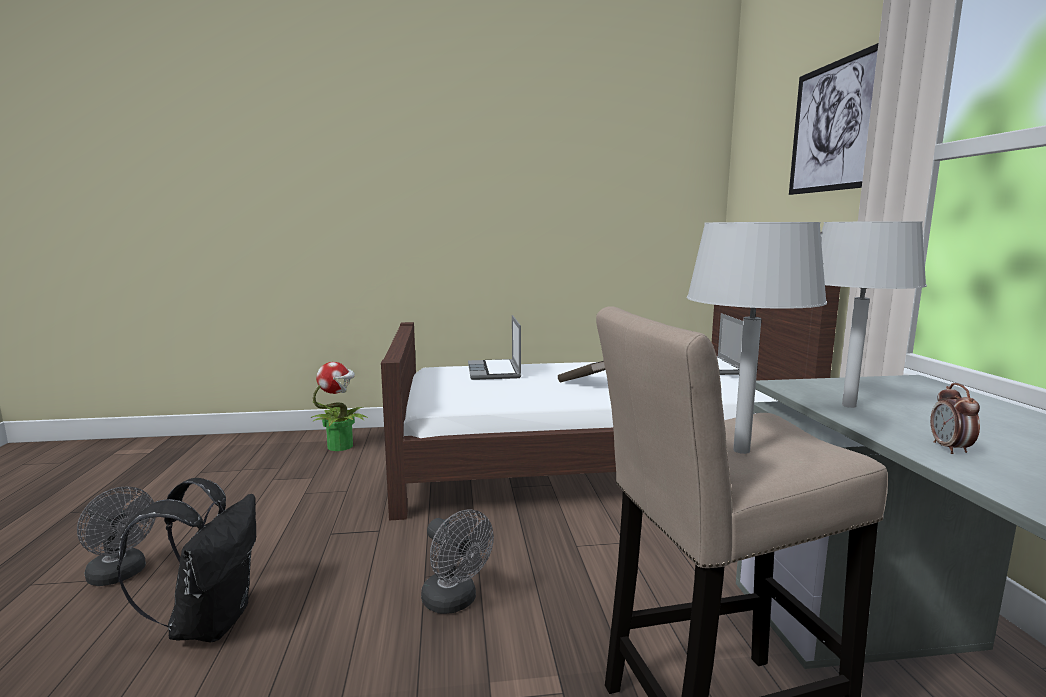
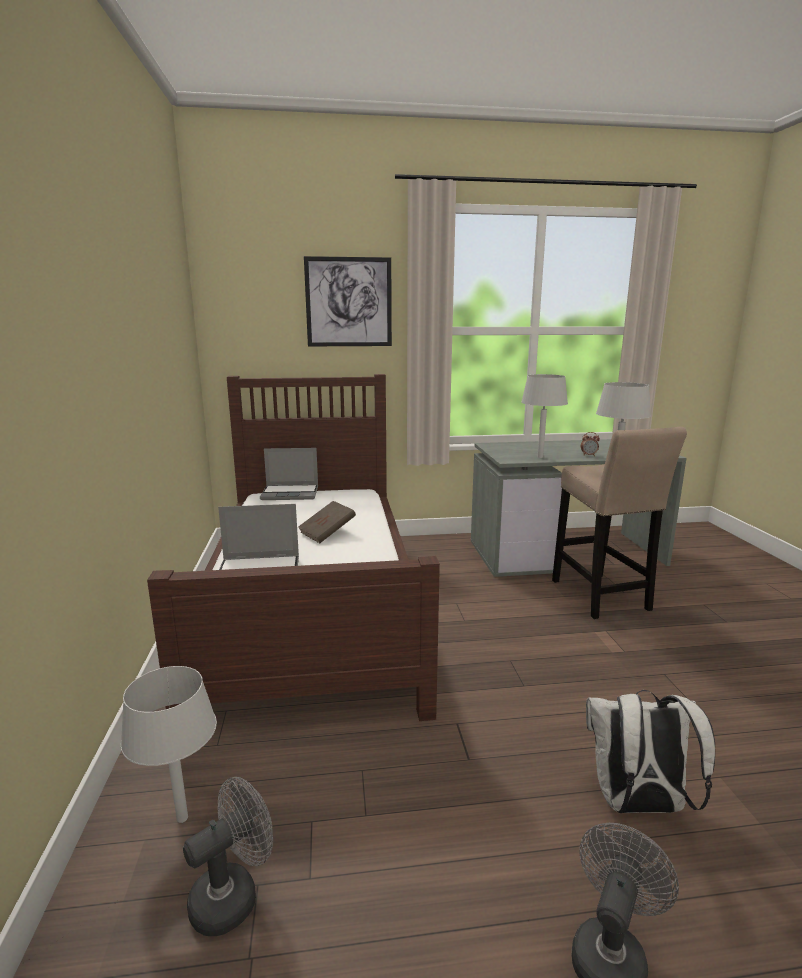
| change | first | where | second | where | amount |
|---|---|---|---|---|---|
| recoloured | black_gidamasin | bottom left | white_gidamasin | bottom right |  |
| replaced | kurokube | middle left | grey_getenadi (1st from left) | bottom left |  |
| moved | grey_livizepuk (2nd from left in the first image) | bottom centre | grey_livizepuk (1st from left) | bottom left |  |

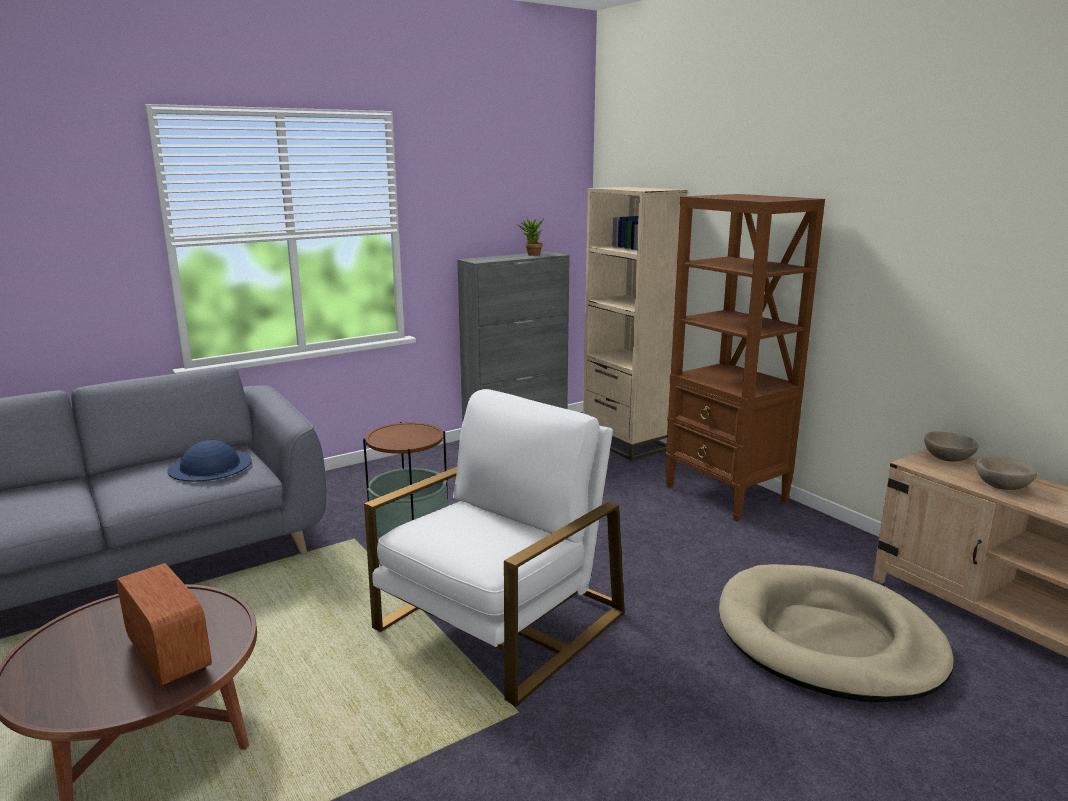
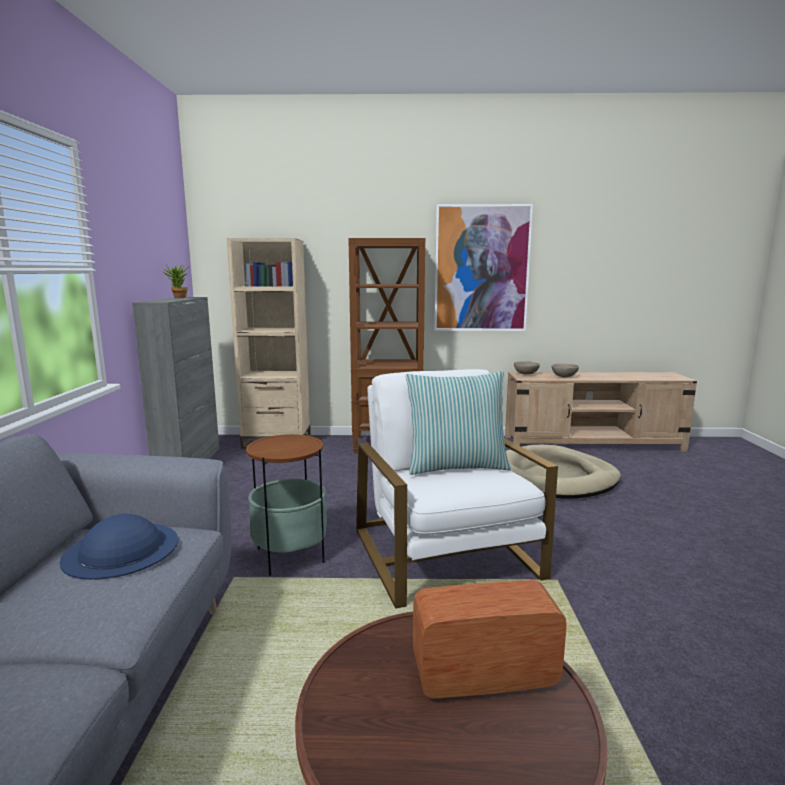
| change | first | where | second | where | amount |
|---|---|---|---|---|---|
| added |  |  | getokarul | centre |  |
| added |  |  | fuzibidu | centre |  |

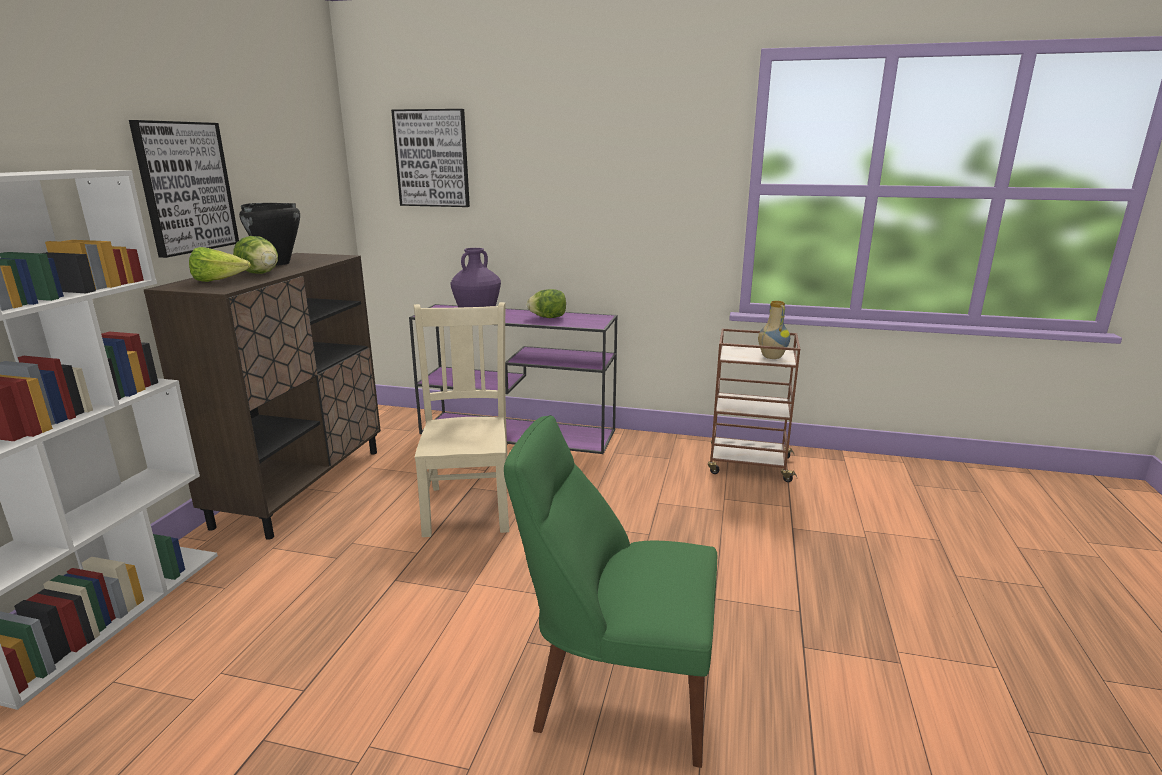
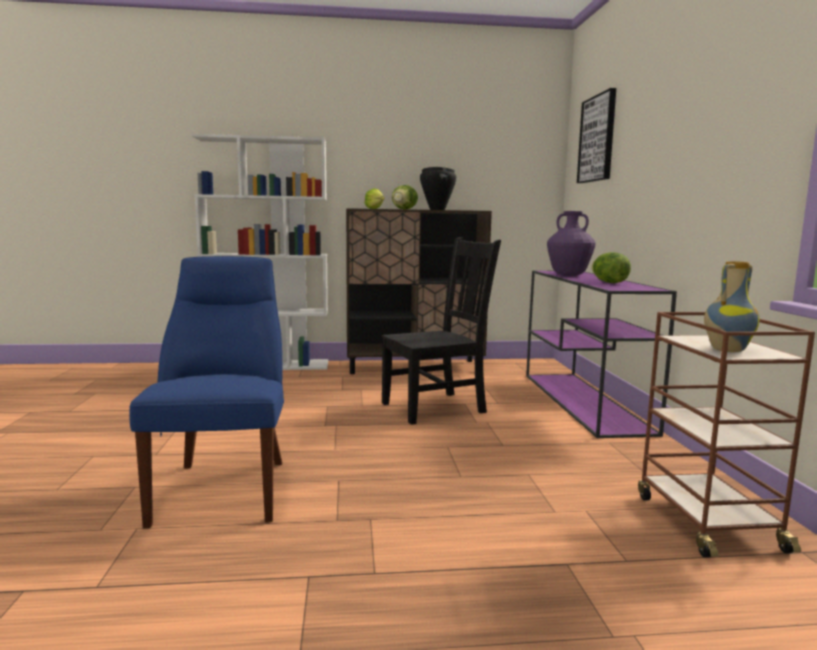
| change | first | where | second | where | amount |
|---|---|---|---|---|---|
| removed | fuzibidu (1st from left) | top left |  |  |  |
| recoloured | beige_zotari | centre | black_zotari | centre |  |
| recoloured | green_zotari | bottom centre | blue_zotari | middle left |  |

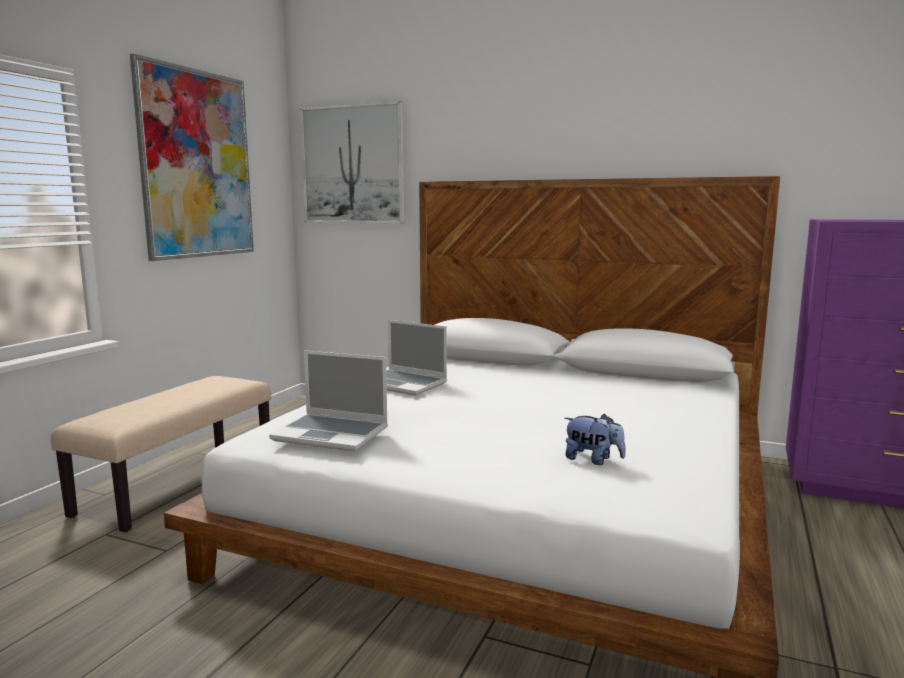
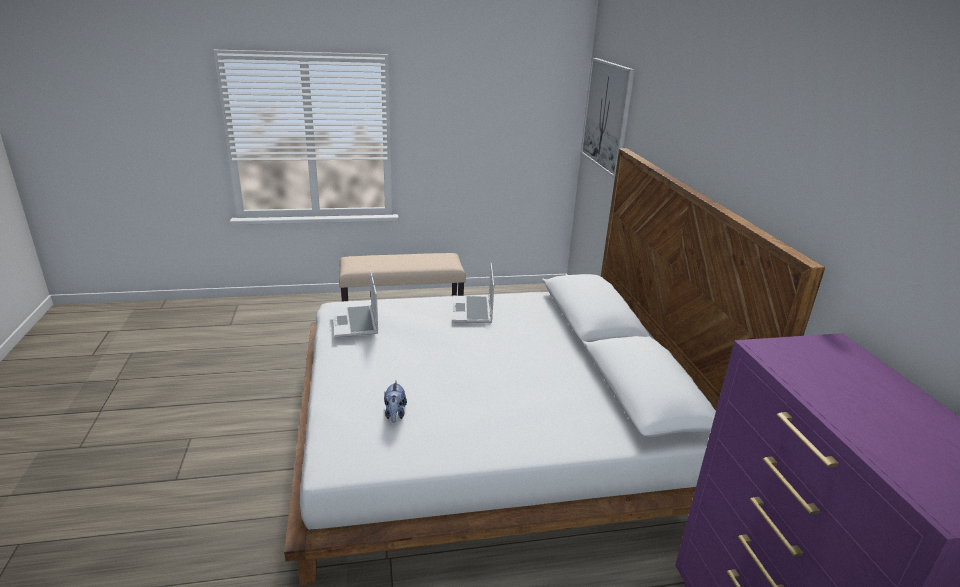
| change | first | where | second | where | amount |
|---|---|---|---|---|---|
| removed | fuzibidu (1st from left) | top left |  |  |  |

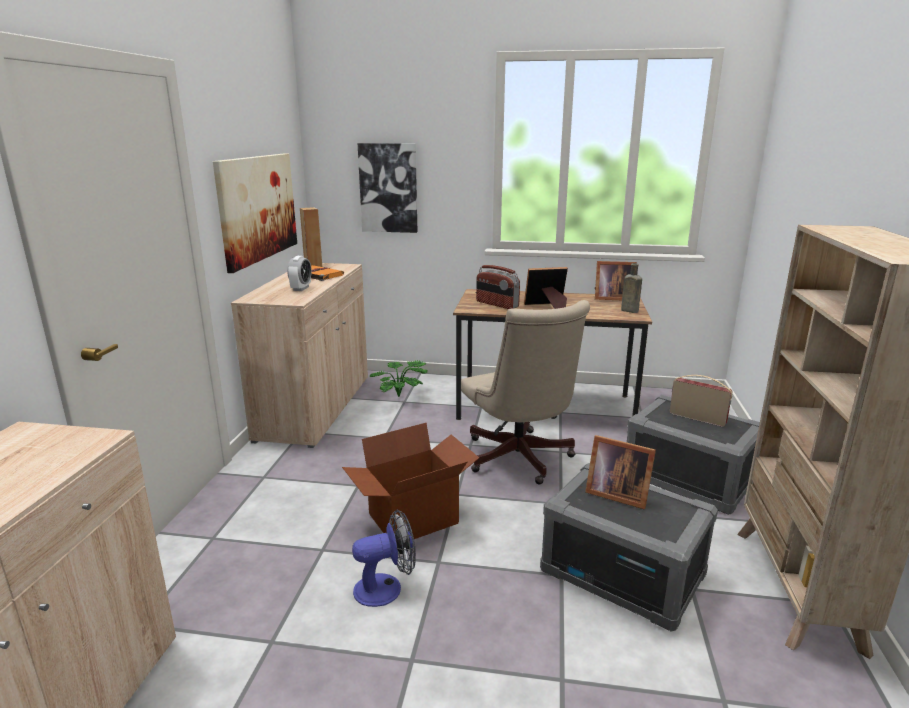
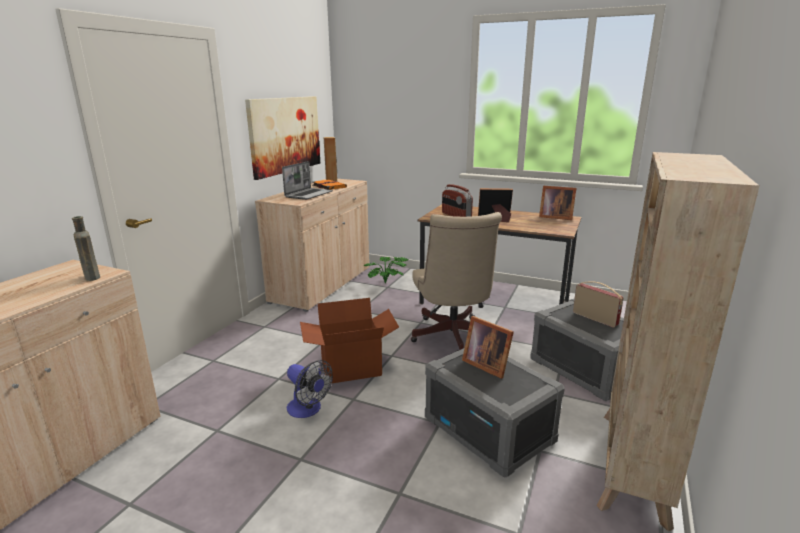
| change | first | where | second | where | amount |
|---|---|---|---|---|---|
| replaced | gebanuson | middle left | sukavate | centre |  |
| turned | livizepuk | bottom centre |  | bottom centre | 45 degrees clockwise |
| removed | fuzibidu (2nd from left) | top centre |  |  |  |
| moved | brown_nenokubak | middle right |  | middle left |  |

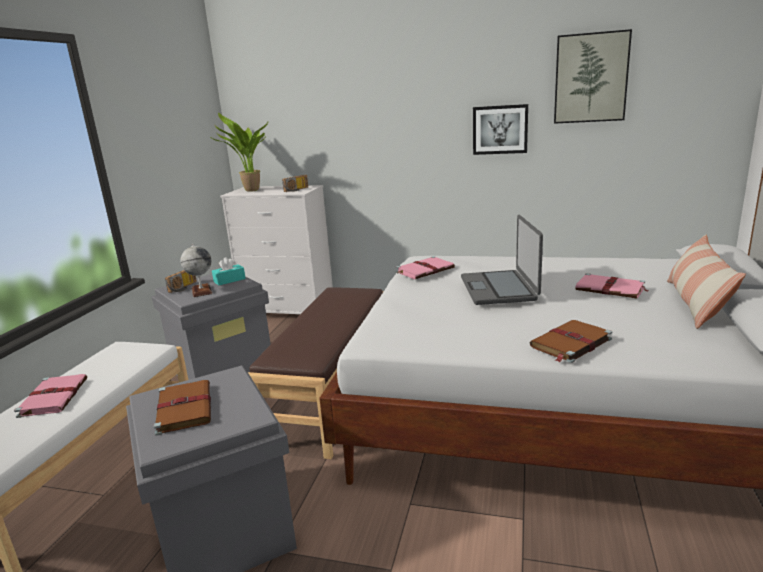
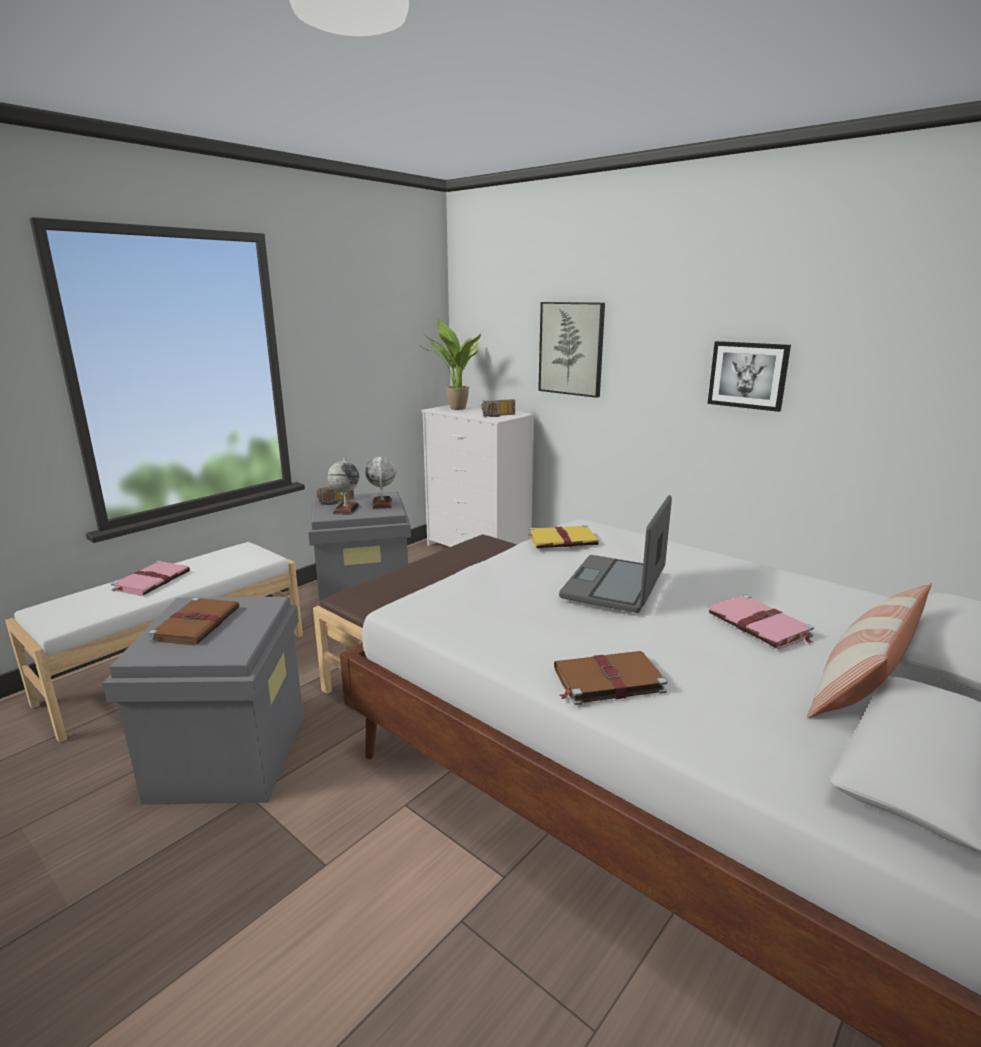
| change | first | where | second | where | amount |
|---|---|---|---|---|---|
| replaced | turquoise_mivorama | middle left | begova (2nd from left) | centre |  |
| recoloured | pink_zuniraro (2nd from left) | centre | yellow_zuniraro | centre |  |
| moved | fuzibidu (2nd from left in the first image) | top right | fuzibidu (1st from left) | centre |  |

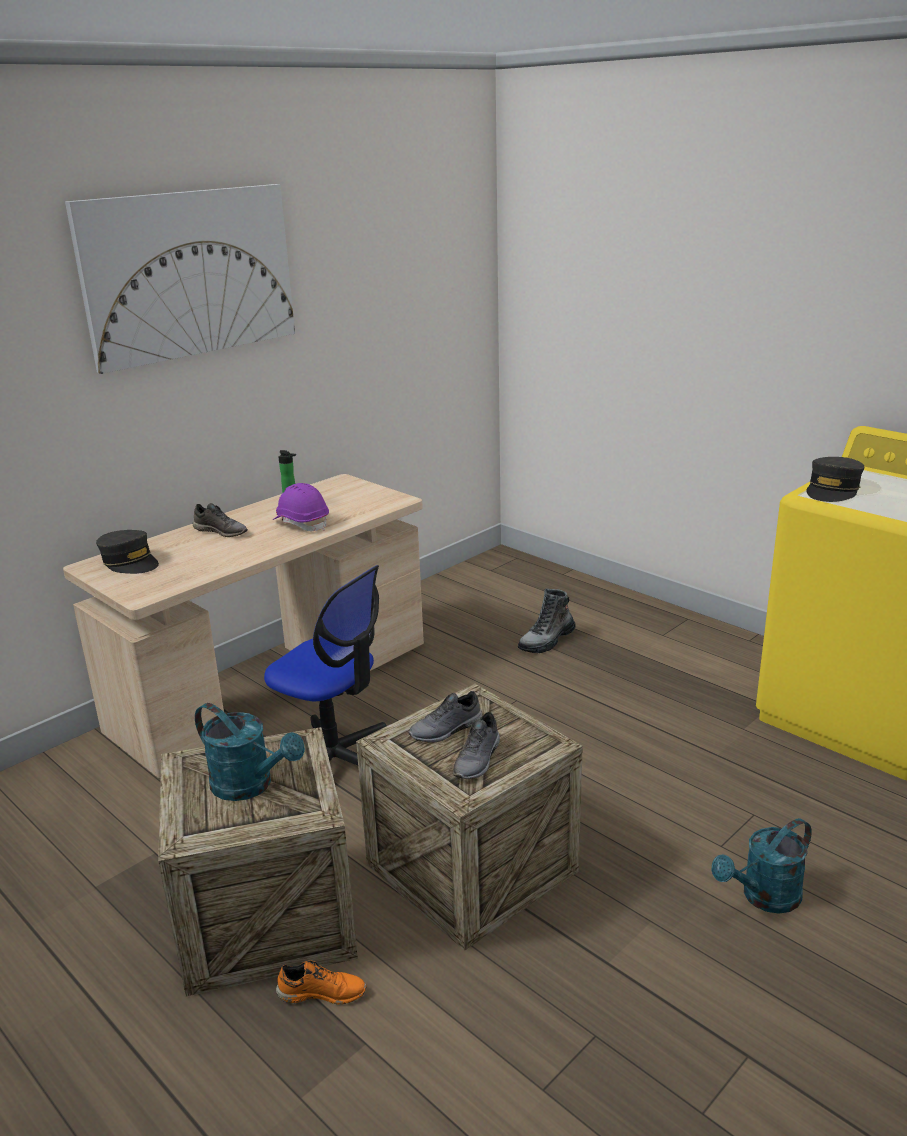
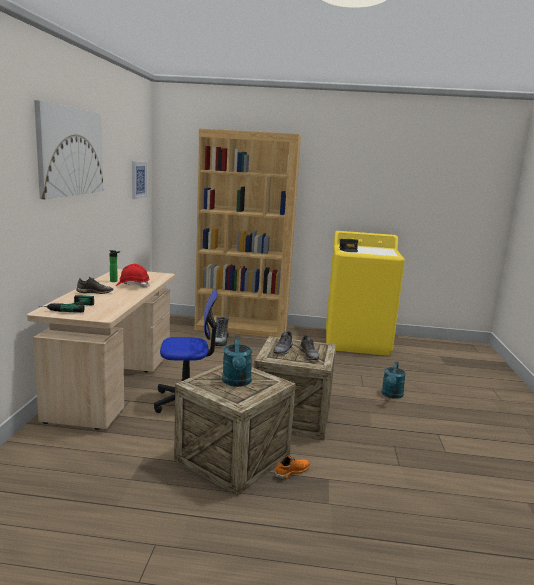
| change | first | where | second | where | amount |
|---|---|---|---|---|---|
| replaced | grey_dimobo (1st from left) | middle left | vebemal | middle left |  |
| turned | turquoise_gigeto (1st from left) | middle left |  | centre | 90 degrees clockwise |
| recoloured | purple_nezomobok | middle left | red_nezomobok | middle left |  |
| added |  |  | fuzibidu (2nd from left) | top left |  |
| added |  |  | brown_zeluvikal | centre |  |

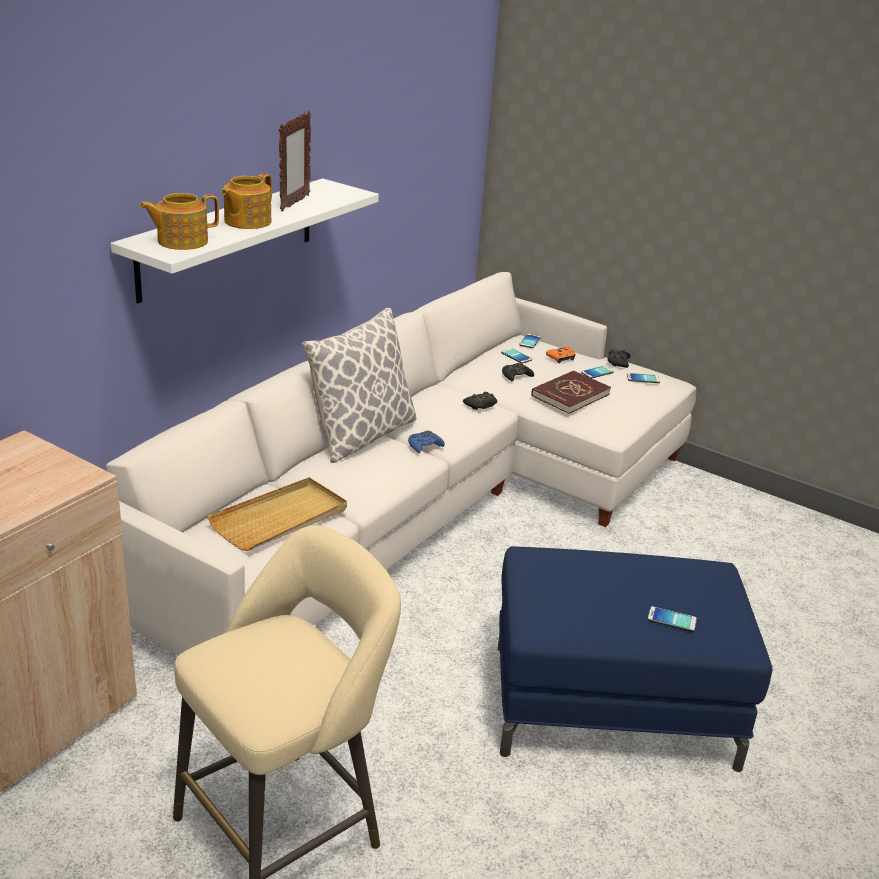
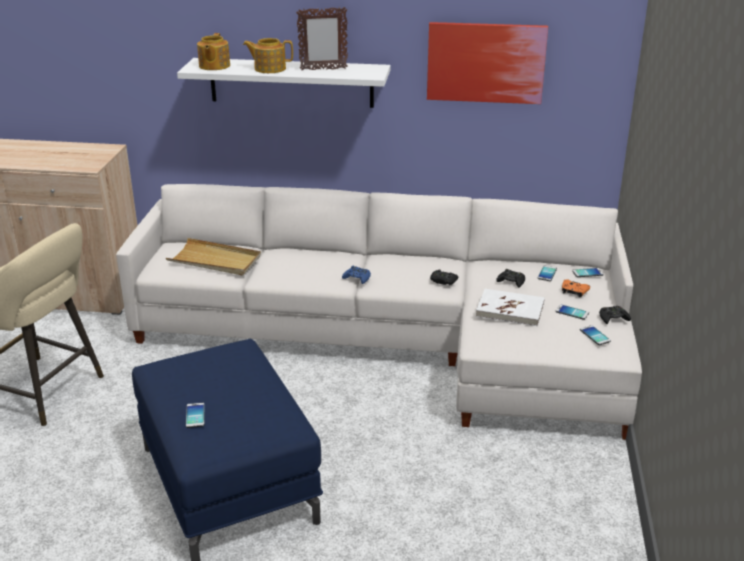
| change | first | where | second | where | amount |
|---|---|---|---|---|---|
| turned | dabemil (1st from left) | top left |  | top left | 120 degrees counterclockwise |
| removed | getokarul | centre |  |  |  |
| recoloured | red_zuniraro | centre | white_zuniraro | middle right |  |
| added |  |  | fuzibidu | top centre |  |

